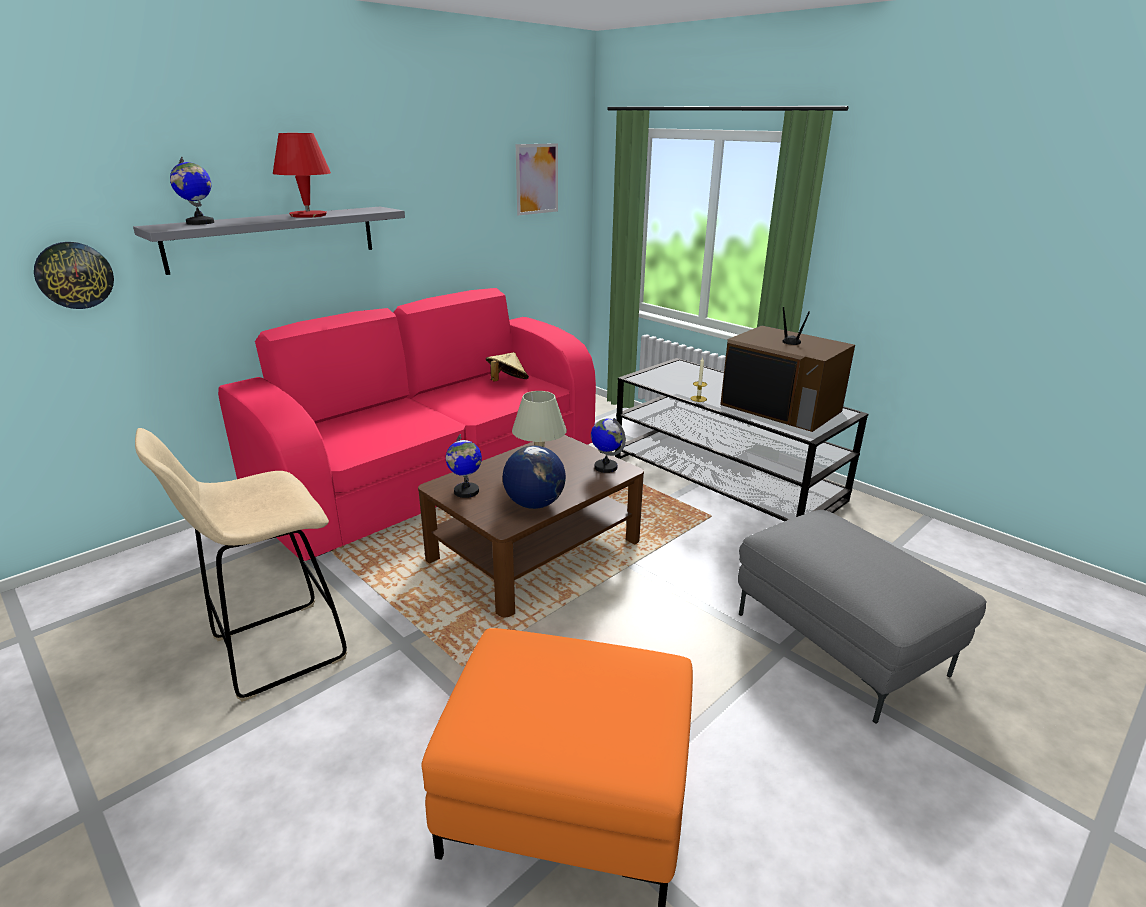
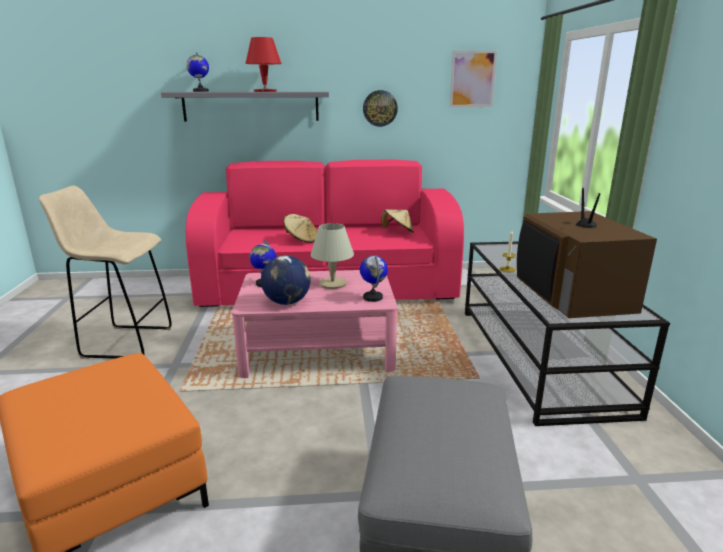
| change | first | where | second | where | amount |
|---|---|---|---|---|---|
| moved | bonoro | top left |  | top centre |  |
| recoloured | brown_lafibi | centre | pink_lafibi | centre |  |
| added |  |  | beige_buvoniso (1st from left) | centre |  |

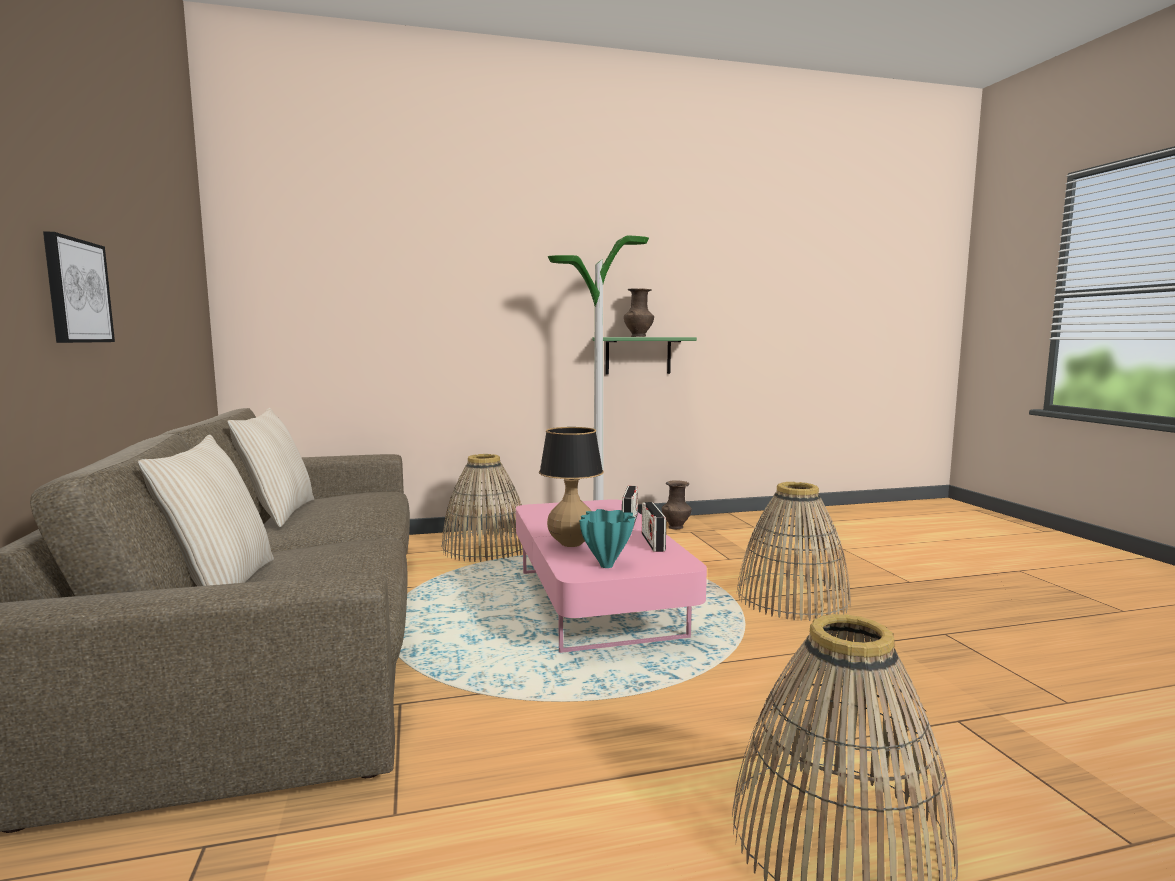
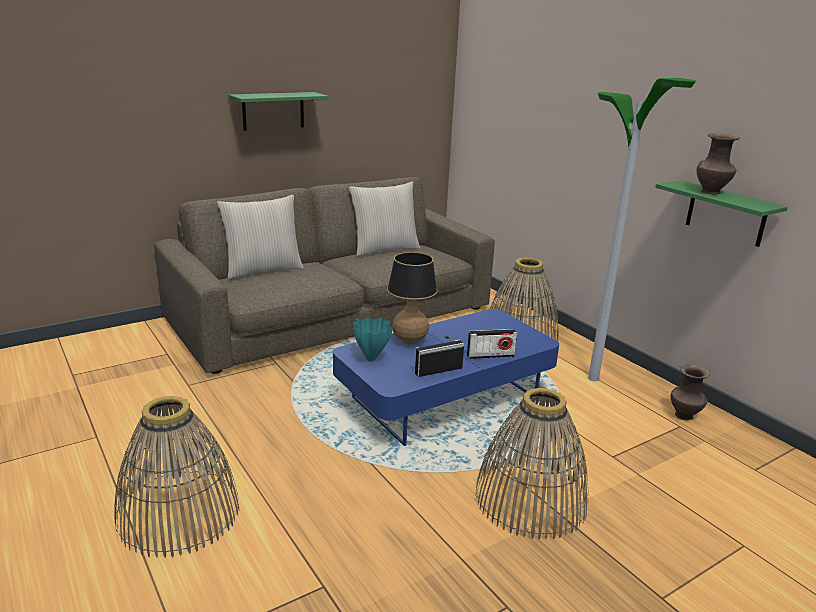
| change | first | where | second | where | amount |
|---|---|---|---|---|---|
| replaced | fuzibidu | top left | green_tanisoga (1st from left) | top centre |  |
| recoloured | pink_lafibi | centre | blue_lafibi | centre |  |

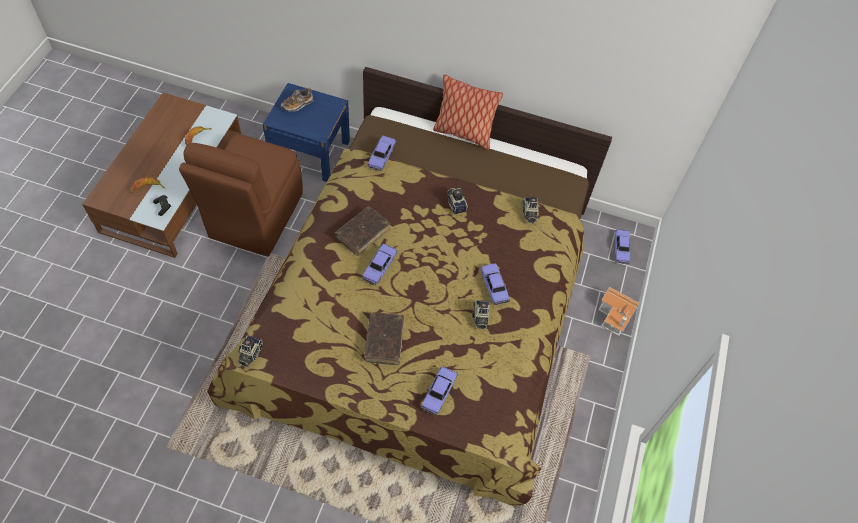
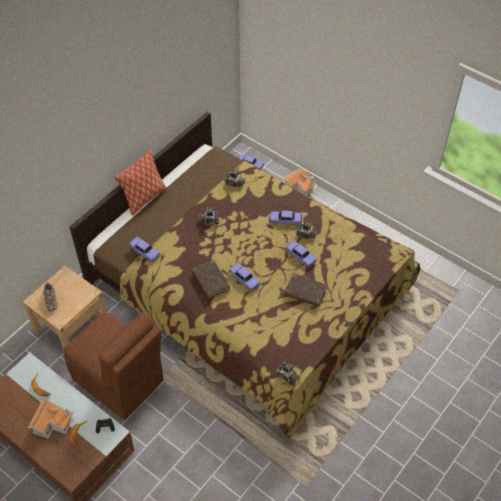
| change | first | where | second | where | amount |
|---|---|---|---|---|---|
| recoloured | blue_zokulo | top centre | beige_zokulo | middle left |  |
| moved | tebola (3rd from left in the first image) | bottom centre | tebola (5th from left) | centre |  |
| added |  |  | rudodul (1st from left) | bottom left |  |

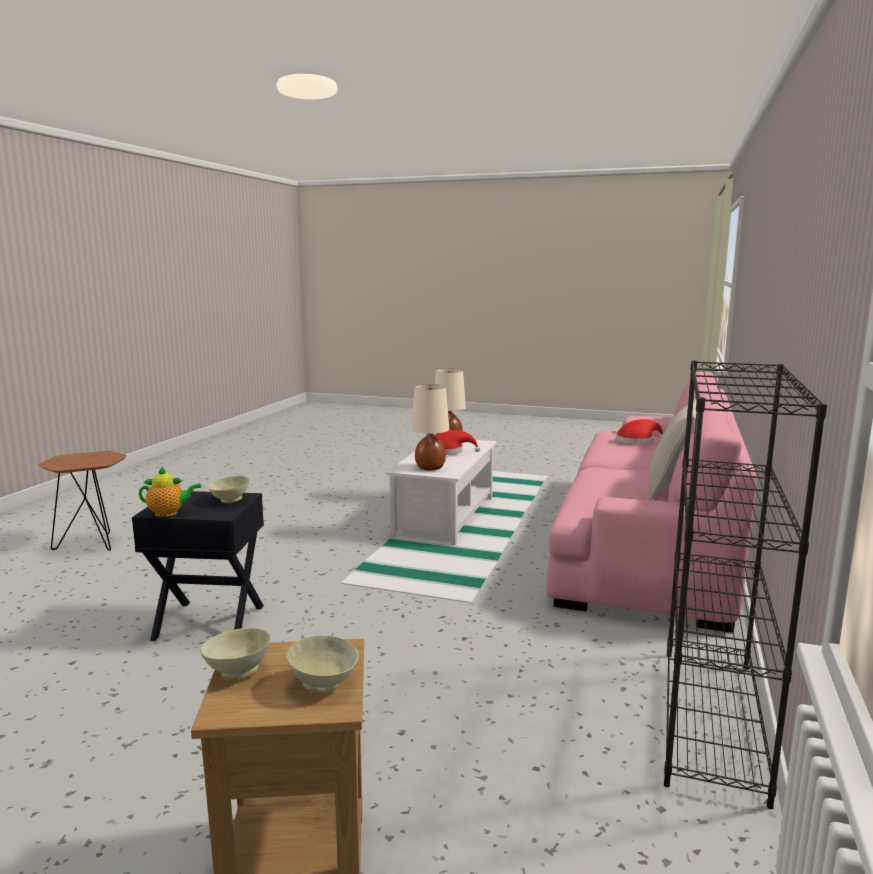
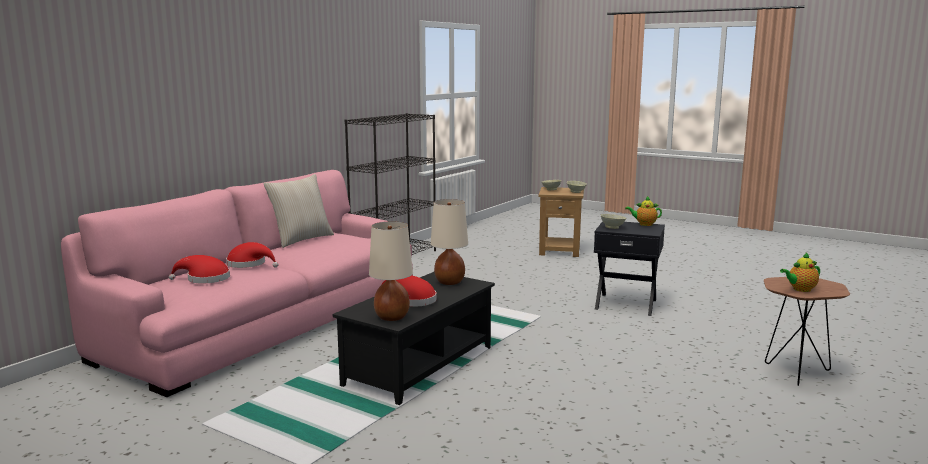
| change | first | where | second | where | amount |
|---|---|---|---|---|---|
| recoloured | white_lafibi | centre | black_lafibi | bottom centre |  |
| added |  |  | red_buvoniso (2nd from left) | middle left |  |
| added |  |  | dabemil (2nd from left) | middle right |  |

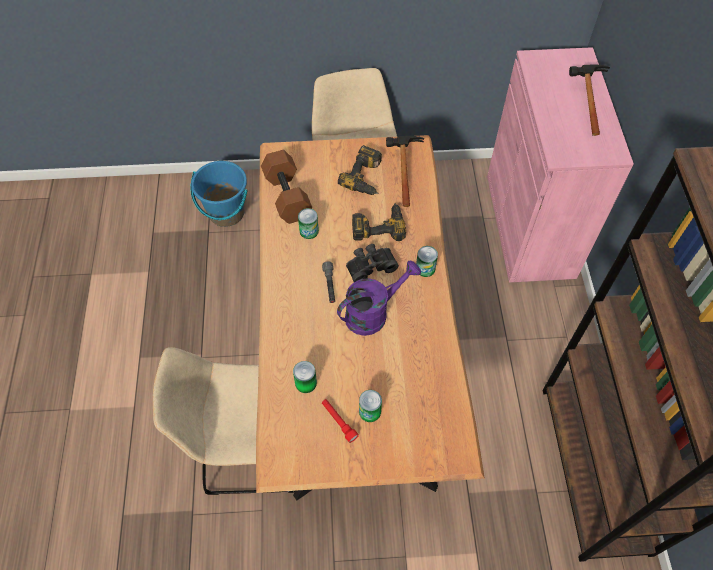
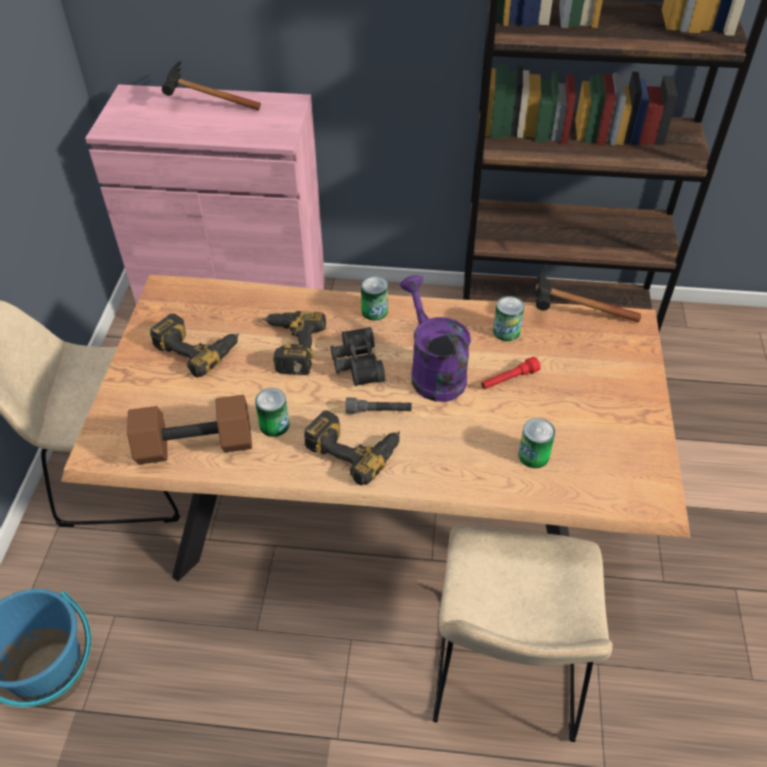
| change | first | where | second | where | amount |
|---|---|---|---|---|---|
| moved | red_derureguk | bottom centre |  | centre |  |
| moved | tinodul (3rd from left) | bottom centre |  | centre |  |
| moved | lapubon (1st from left in the first image) | top centre | lapubon (2nd from left) | middle right |  |
| added |  |  | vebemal (3rd from left) | centre |  |

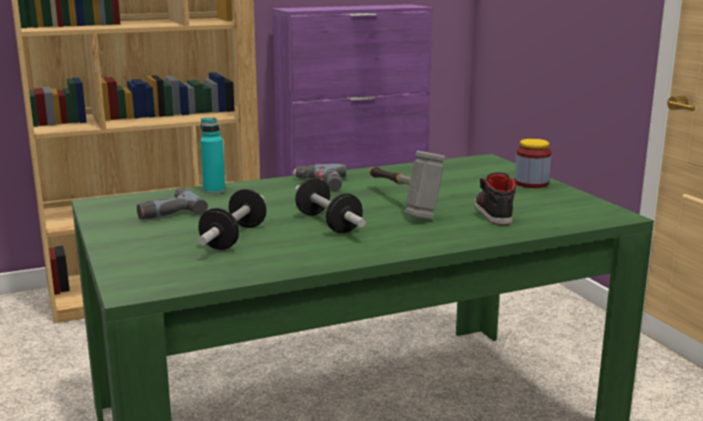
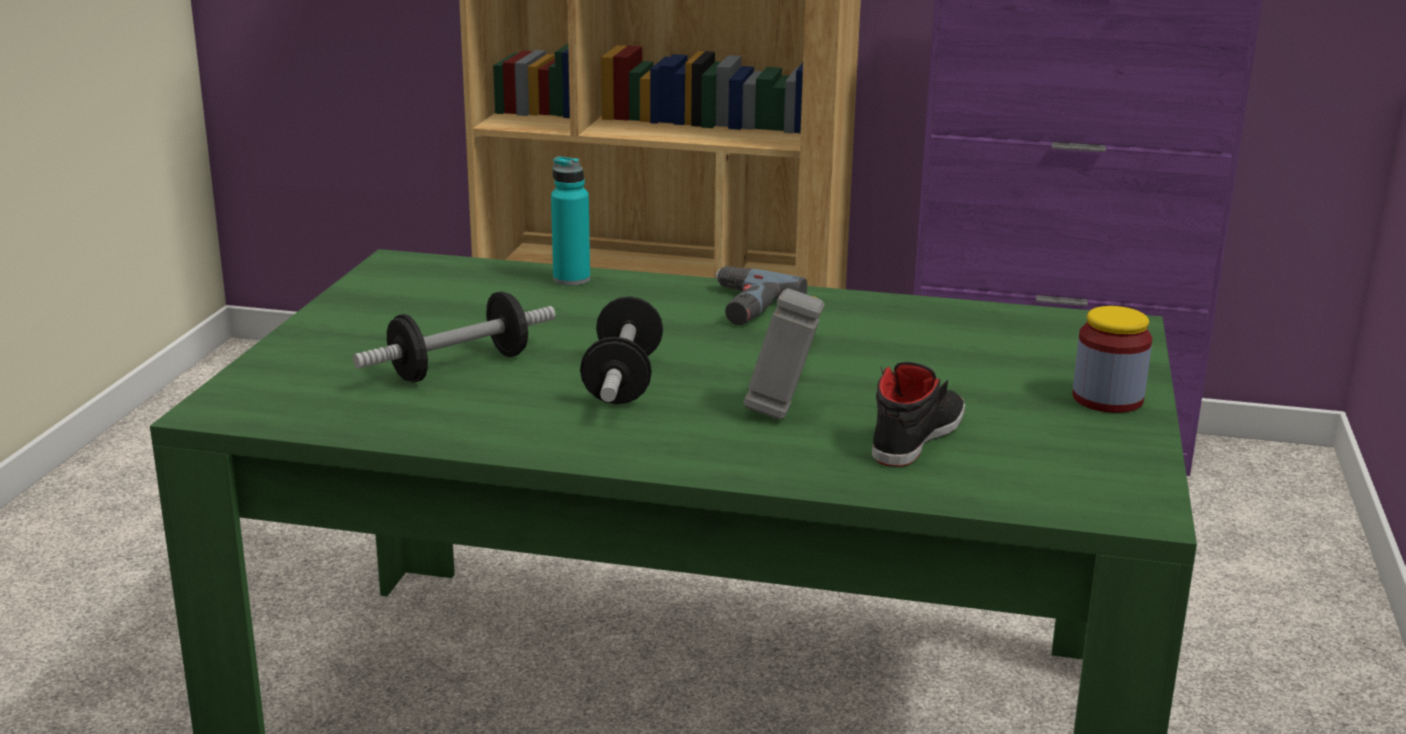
| change | first | where | second | where | amount |
|---|---|---|---|---|---|
| removed | vebemal (1st from left) | middle left |  |  |  |

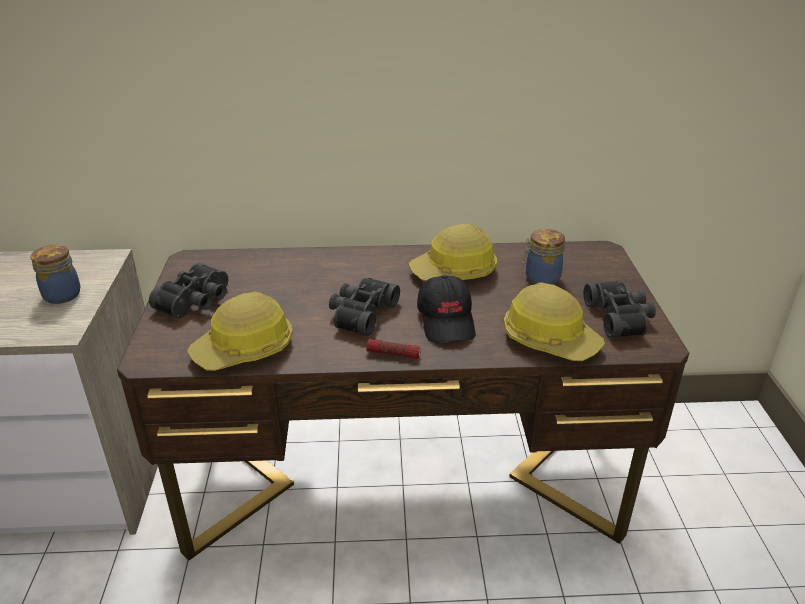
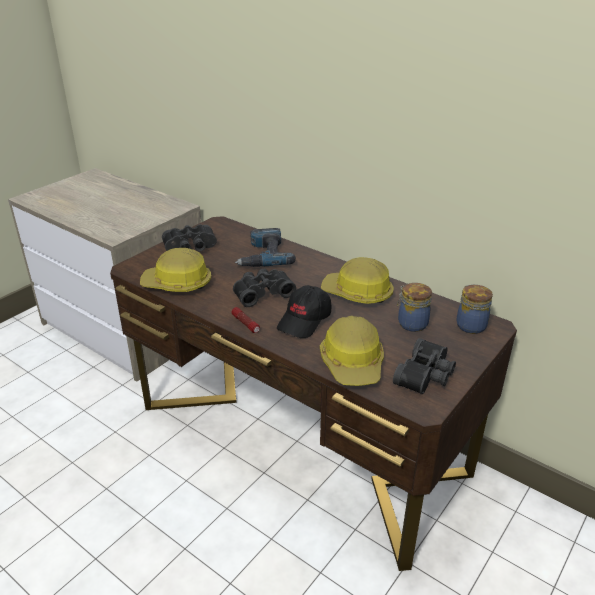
| change | first | where | second | where | amount |
|---|---|---|---|---|---|
| moved | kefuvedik (1st from left in the first image) | middle left | kefuvedik (2nd from left) | middle right |  |
| added |  |  | vebemal | centre |  |

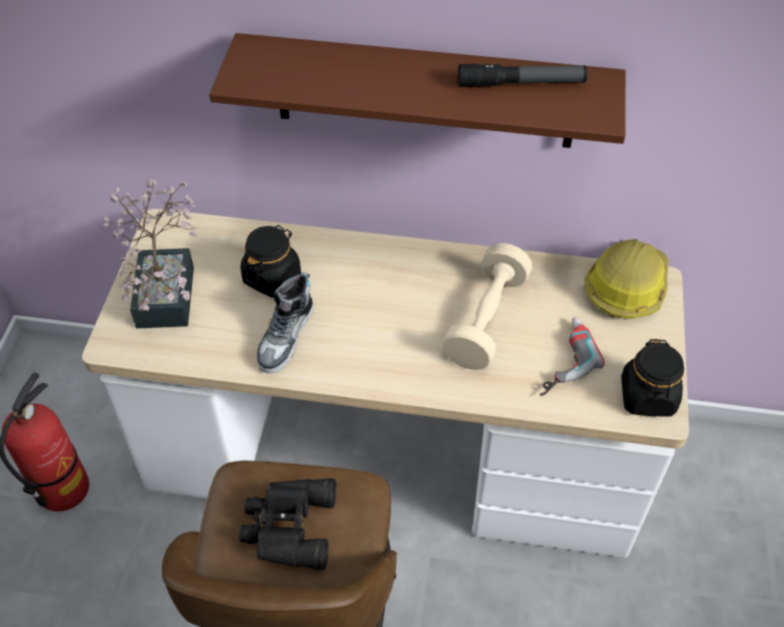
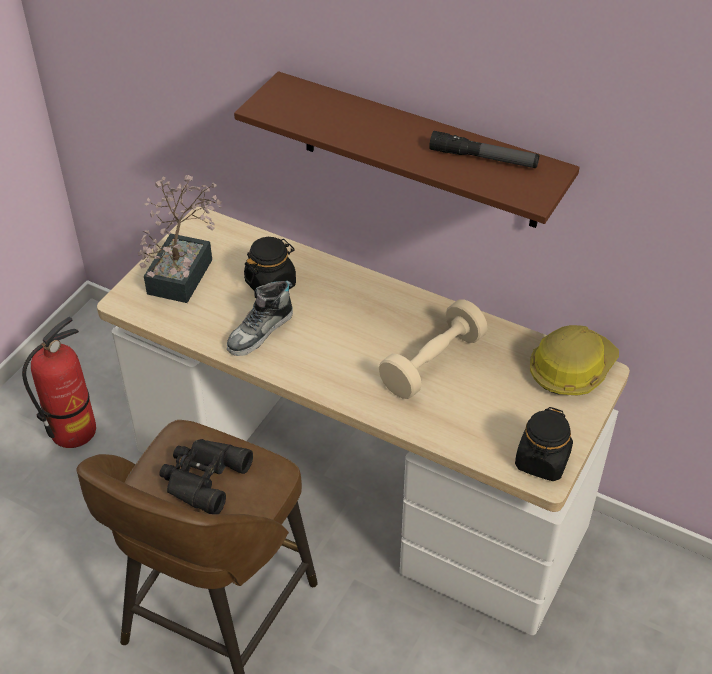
| change | first | where | second | where | amount |
|---|---|---|---|---|---|
| removed | vebemal | middle right |  |  |  |

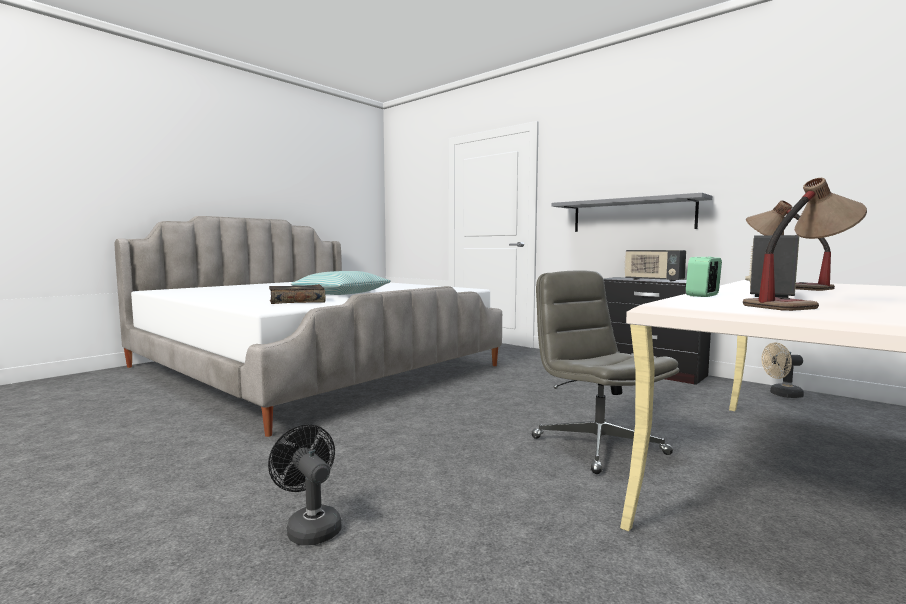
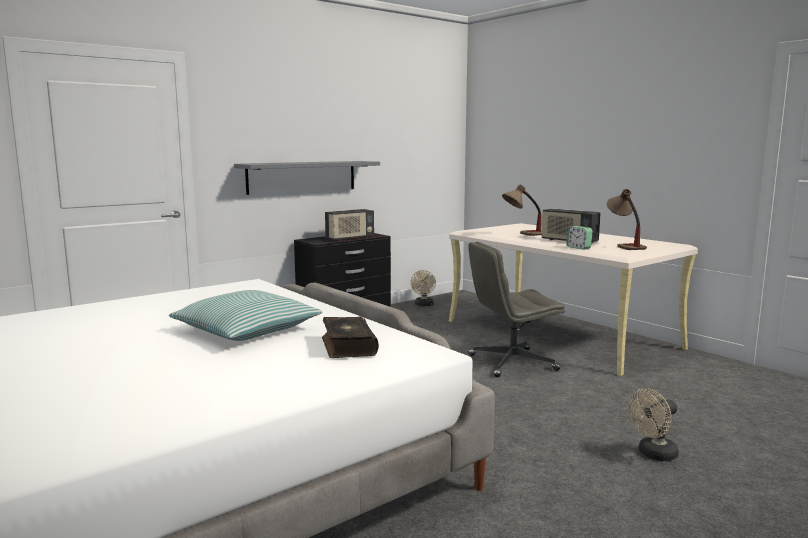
| change | first | where | second | where | amount |
|---|---|---|---|---|---|
| recoloured | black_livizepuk | bottom centre | beige_livizepuk (2nd from left) | bottom right |  |

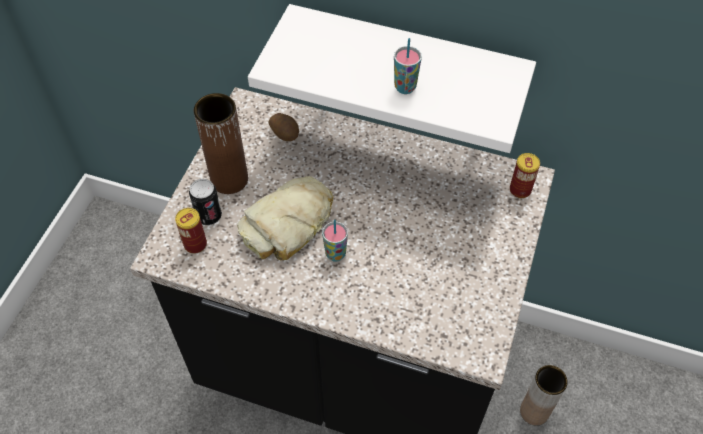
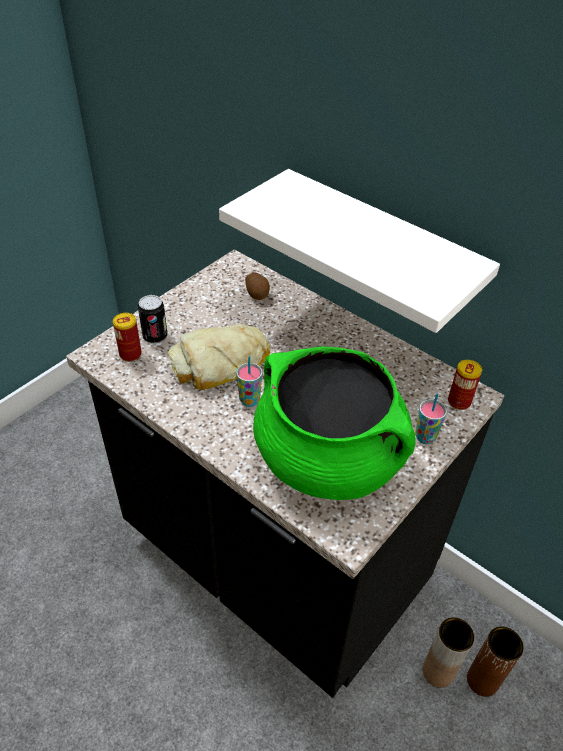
| change | first | where | second | where | amount |
|---|---|---|---|---|---|
| moved | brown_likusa (1st from left in the first image) | top left | brown_likusa (2nd from left) | bottom right |  |
| moved | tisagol (2nd from left) | top centre |  | middle right |  |
| added |  |  | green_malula | centre |  |

